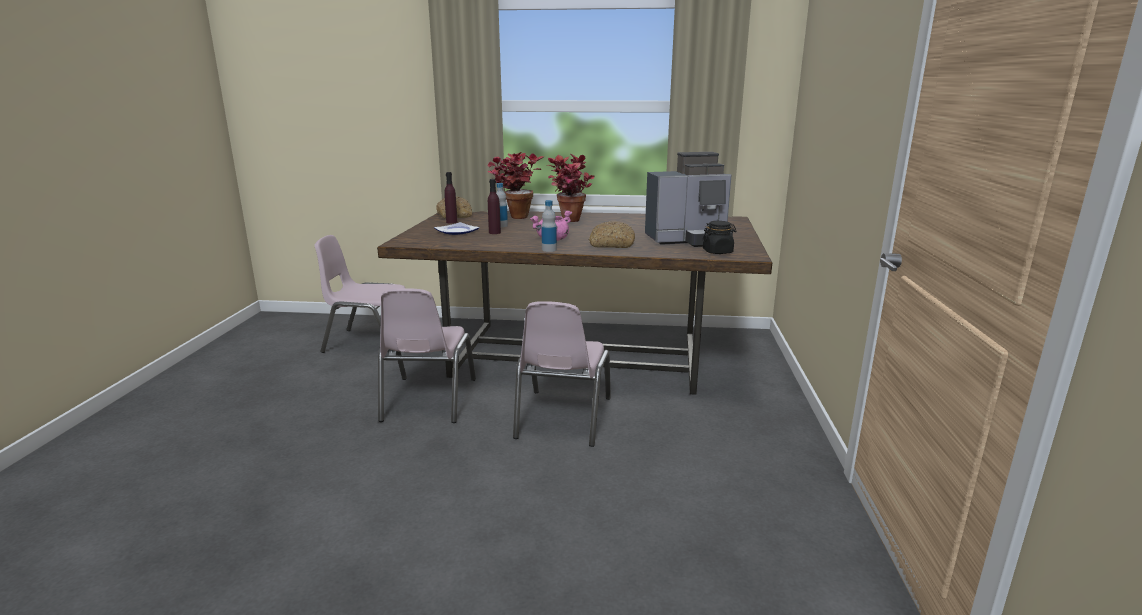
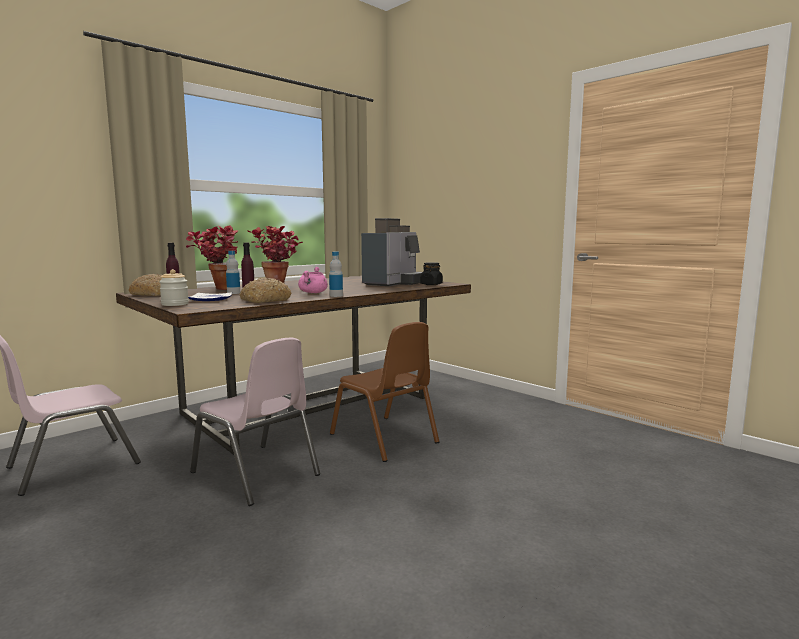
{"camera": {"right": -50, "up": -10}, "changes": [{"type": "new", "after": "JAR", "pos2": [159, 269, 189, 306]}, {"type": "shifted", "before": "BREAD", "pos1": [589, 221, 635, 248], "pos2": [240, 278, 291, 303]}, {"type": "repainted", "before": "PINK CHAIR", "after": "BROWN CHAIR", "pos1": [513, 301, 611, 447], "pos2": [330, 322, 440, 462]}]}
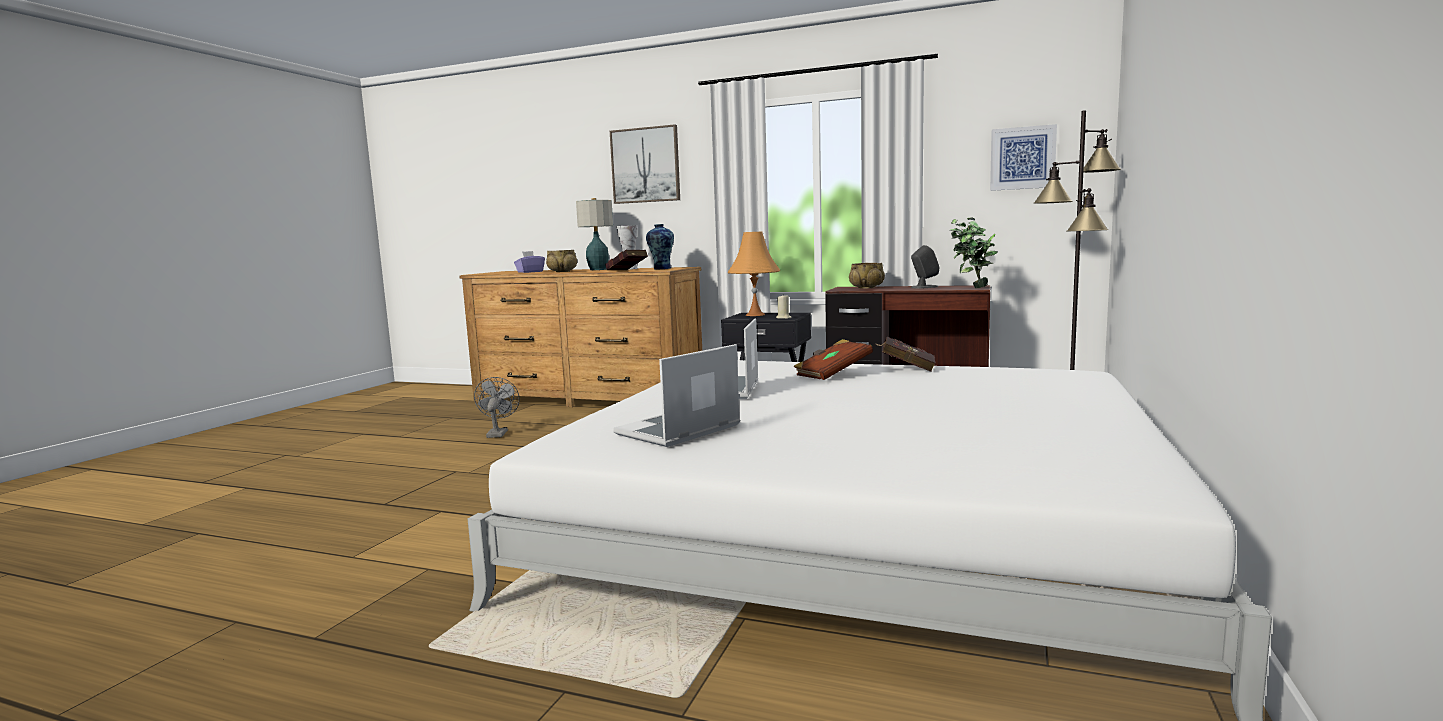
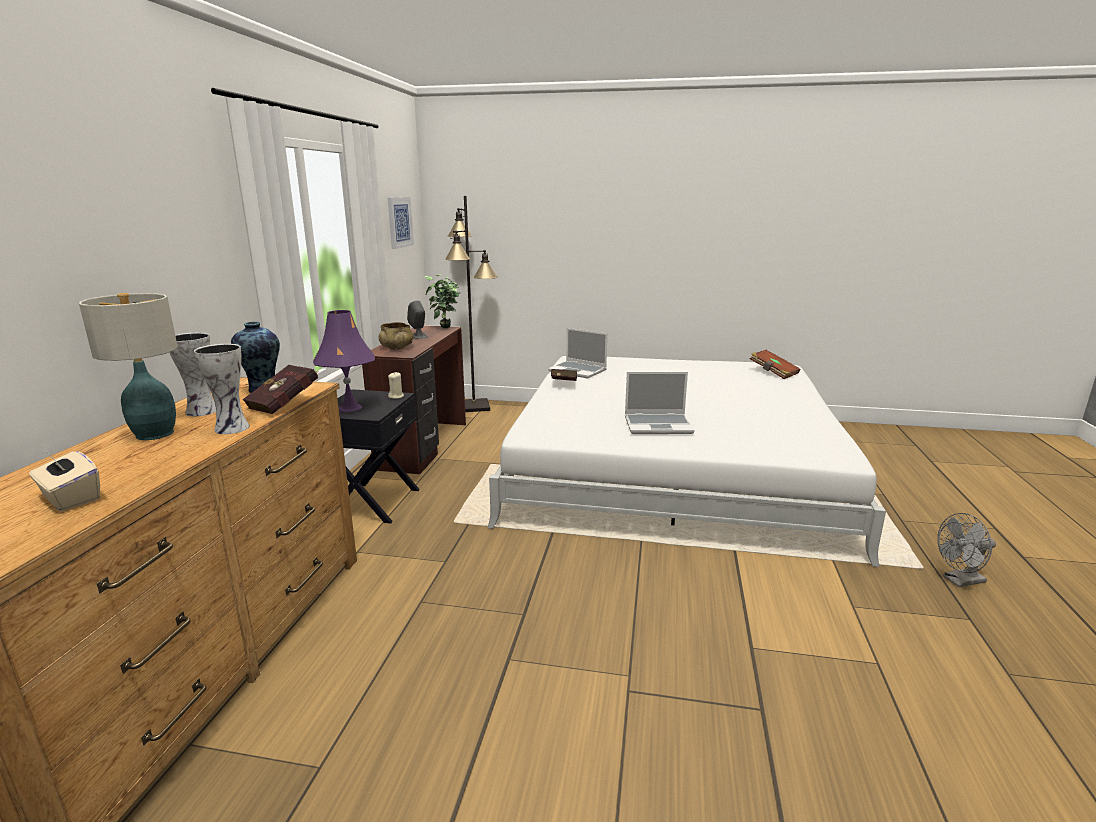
{"camera": {"right": -100, "up": 10}, "changes": [{"type": "repainted", "before": "PURPLE TISSUE BOX", "after": "BEIGE TISSUE BOX", "pos1": [514, 251, 545, 273], "pos2": [29, 449, 100, 511]}, {"type": "new", "after": "VASE", "pos2": [194, 344, 250, 434]}, {"type": "repainted", "before": "ORANGE TABLE LAMP", "after": "PURPLE TABLE LAMP", "pos1": [727, 232, 780, 316], "pos2": [313, 310, 375, 412]}, {"type": "shifted", "before": "LAPTOP", "pos1": [613, 344, 740, 447], "pos2": [548, 328, 607, 379]}, {"type": "shifted", "before": "BROWN BOOK", "pos1": [794, 339, 873, 380], "pos2": [750, 350, 800, 379]}, {"type": "shifted", "before": "GREY FAN", "pos1": [474, 377, 520, 438], "pos2": [938, 513, 996, 587]}, {"type": "gone", "before": "BEIGE BOWL", "pos1": [546, 250, 577, 272]}, {"type": "gone", "before": "PICTURE", "pos1": [610, 124, 680, 204]}]}
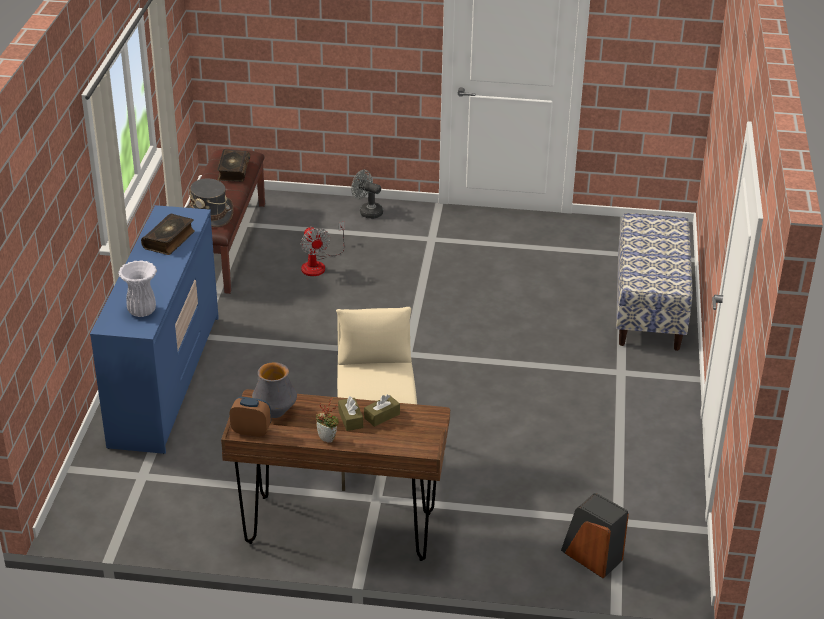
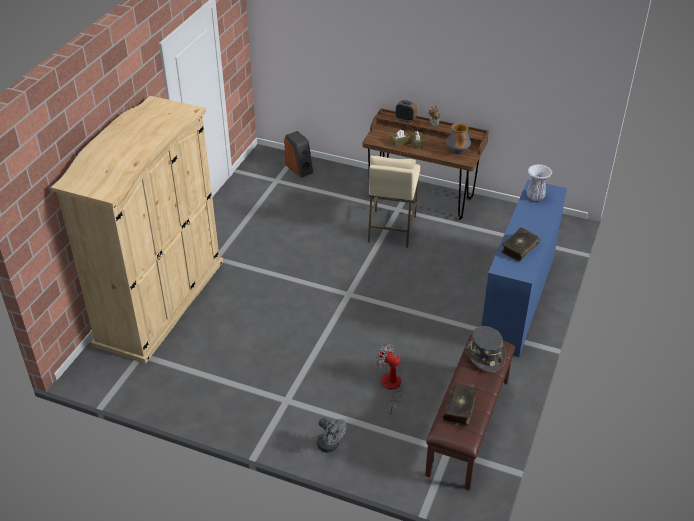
{"camera": {"right": -165, "up": 5}, "changes": [{"type": "swapped", "before": "BENCH", "after": "BEIGE WARDROBE", "pos1": [616, 213, 693, 351], "pos2": [51, 96, 223, 364]}, {"type": "rotated", "before": "FAN", "pos1": [301, 221, 345, 276], "pos2": [376, 344, 404, 415], "turn": -45}, {"type": "shifted", "before": "ALARM CLOCK", "pos1": [230, 397, 271, 437], "pos2": [395, 100, 417, 123]}]}
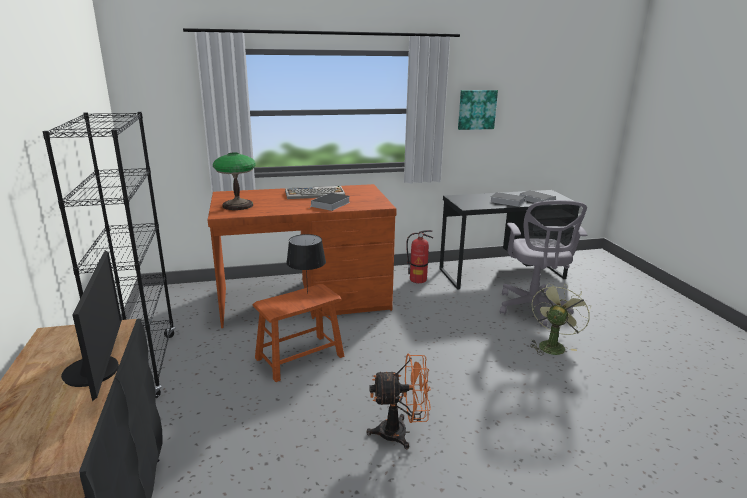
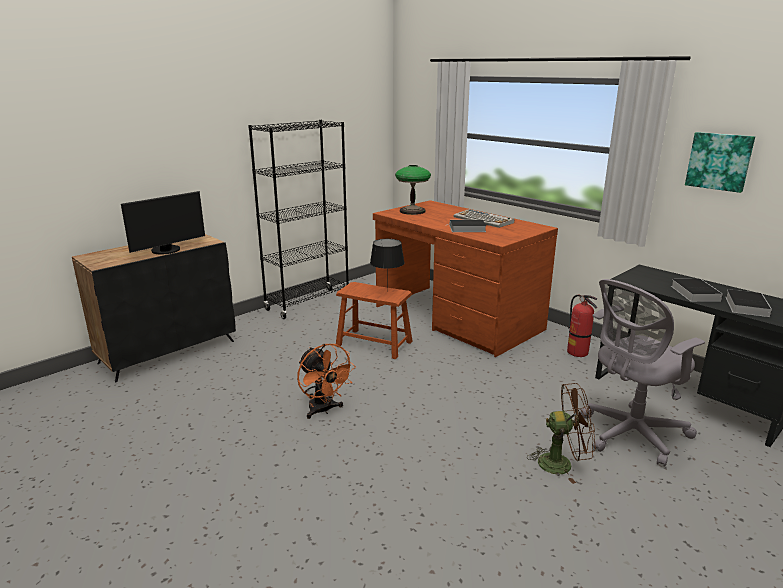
{"camera": {"right": 60, "up": 0}, "changes": [{"type": "repainted", "before": "GREEN FAN", "after": "BROWN FAN", "pos1": [530, 283, 591, 356], "pos2": [527, 383, 596, 484]}]}
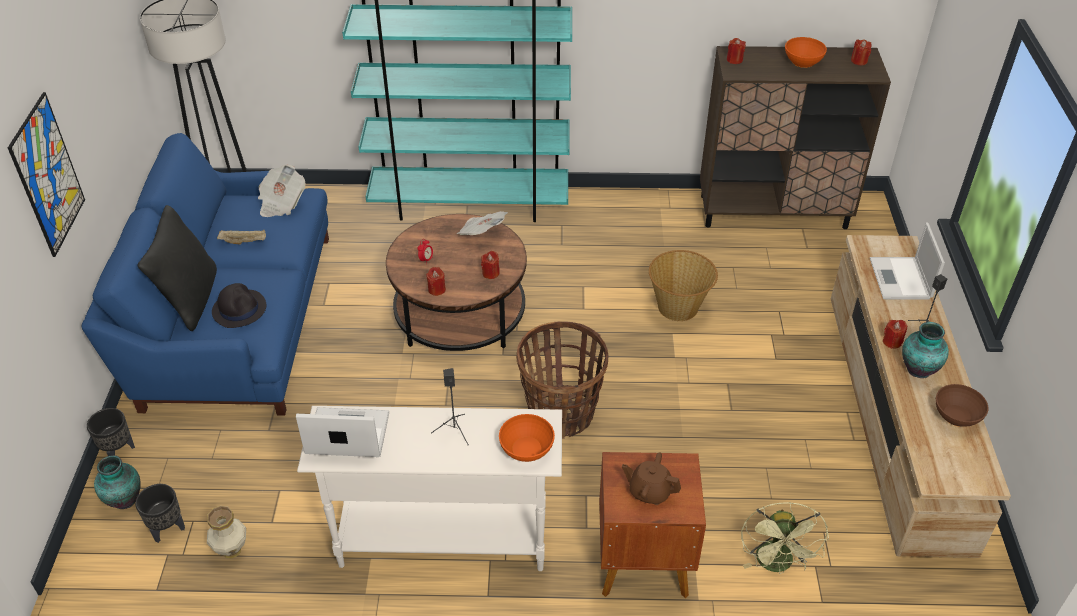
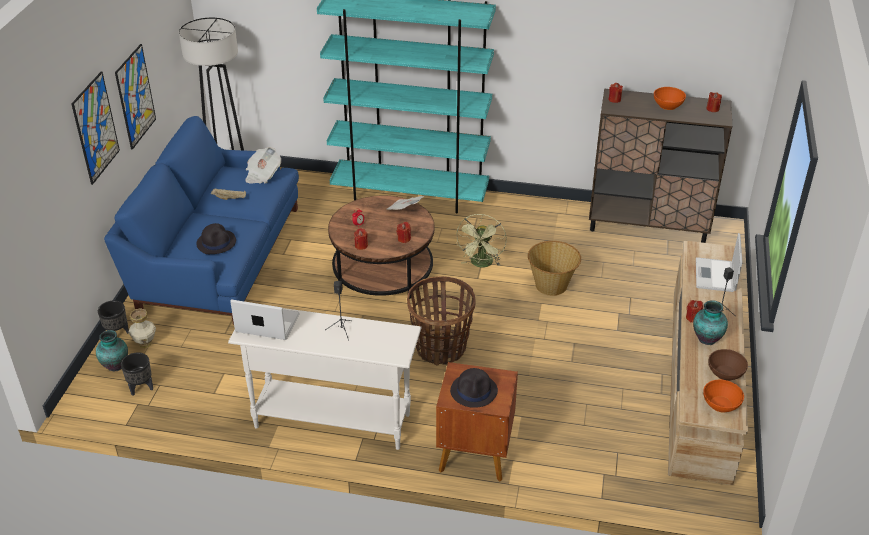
{"camera": {"right": 10, "up": -5}, "changes": [{"type": "new", "after": "PICTURE", "pos2": [115, 44, 156, 150]}, {"type": "shifted", "before": "VASE", "pos1": [207, 506, 246, 559], "pos2": [129, 308, 156, 348]}, {"type": "swapped", "before": "BROWN TEAPOT", "after": "BLACK HAT", "pos1": [622, 452, 681, 505], "pos2": [450, 368, 498, 408]}, {"type": "shifted", "before": "GREEN FAN", "pos1": [741, 502, 829, 574], "pos2": [456, 214, 507, 267]}, {"type": "shifted", "before": "ORANGE BOWL", "pos1": [499, 414, 555, 462], "pos2": [703, 379, 744, 413]}, {"type": "gone", "before": "BLACK PILLOW", "pos1": [138, 205, 217, 331]}]}
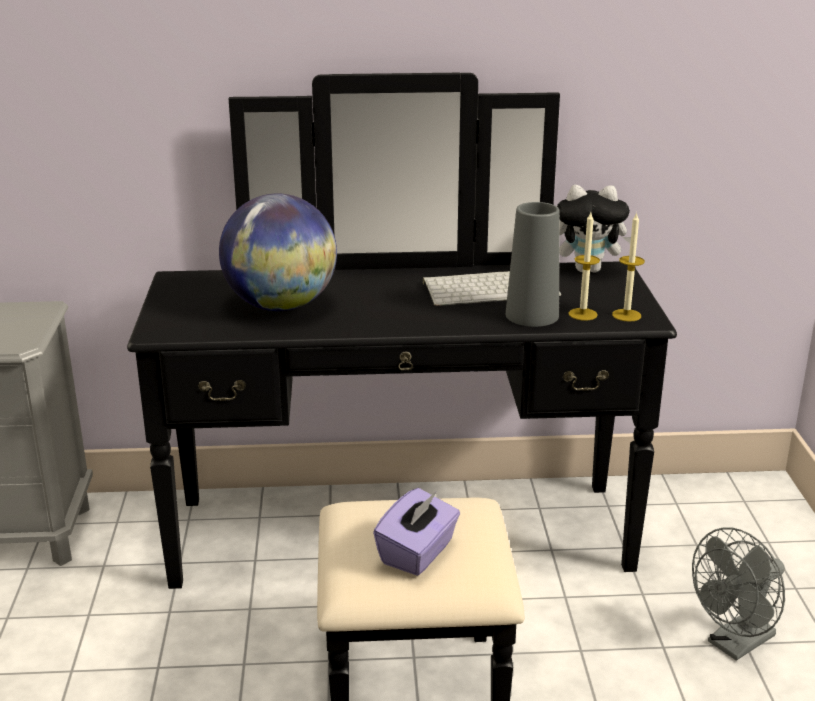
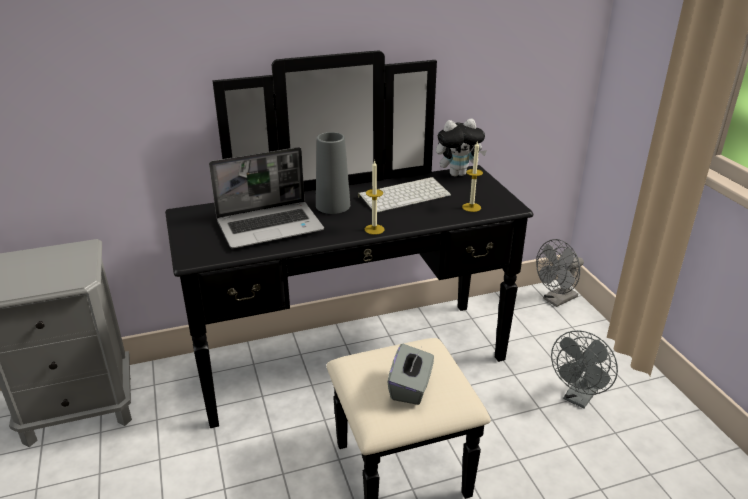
{"camera": {"right": -15, "up": 5}, "changes": [{"type": "swapped", "before": "GLOBE", "after": "LAPTOP", "pos1": [219, 193, 337, 311], "pos2": [209, 147, 324, 249]}, {"type": "shifted", "before": "GREY VASE", "pos1": [506, 202, 560, 327], "pos2": [316, 132, 350, 214]}, {"type": "shifted", "before": "CANDLE", "pos1": [612, 212, 645, 322], "pos2": [365, 160, 384, 235]}, {"type": "repainted", "before": "PURPLE TISSUE BOX", "after": "GREY TISSUE BOX", "pos1": [373, 488, 460, 576], "pos2": [387, 344, 434, 405]}, {"type": "new", "after": "GREY FAN", "pos2": [536, 239, 584, 307]}]}
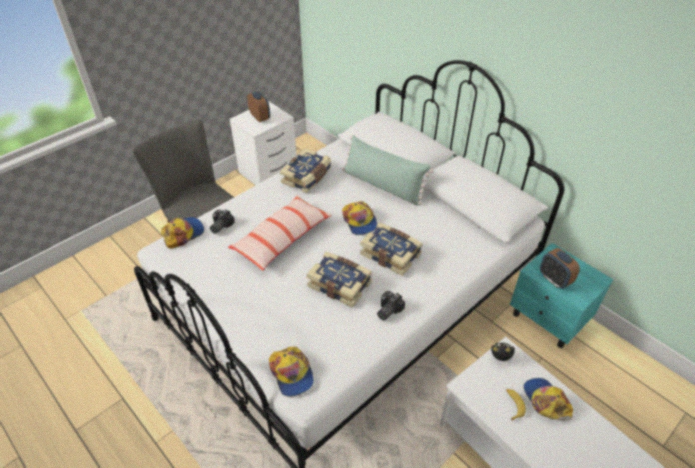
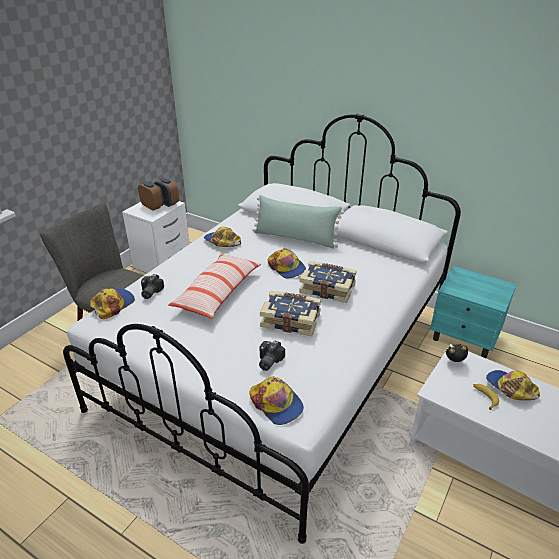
{"camera": {"right": -15, "up": -10}, "changes": [{"type": "shifted", "before": "ALARM CLOCK", "pos1": [540, 248, 580, 289], "pos2": [154, 178, 179, 207]}, {"type": "swapped", "before": "BOOK", "after": "CAP", "pos1": [280, 148, 331, 193], "pos2": [204, 227, 241, 247]}, {"type": "shifted", "before": "PHOTO CAMERA", "pos1": [377, 291, 405, 320], "pos2": [259, 341, 285, 371]}]}
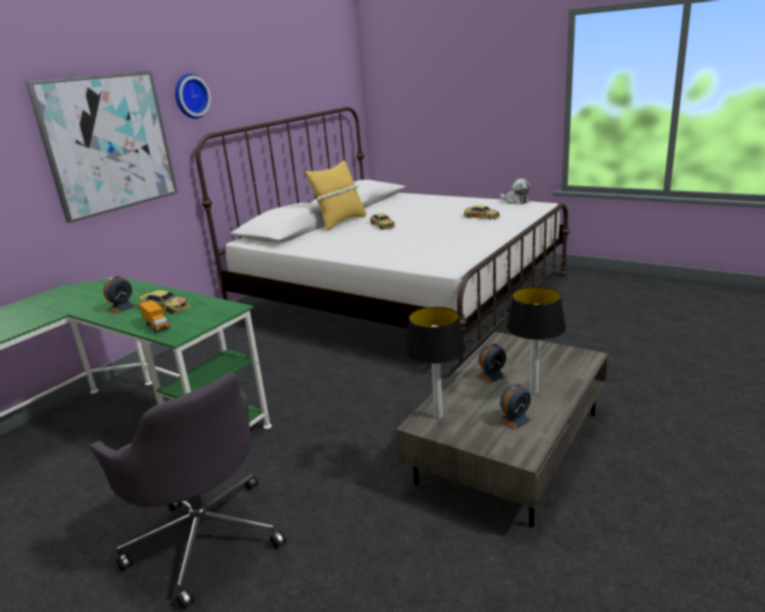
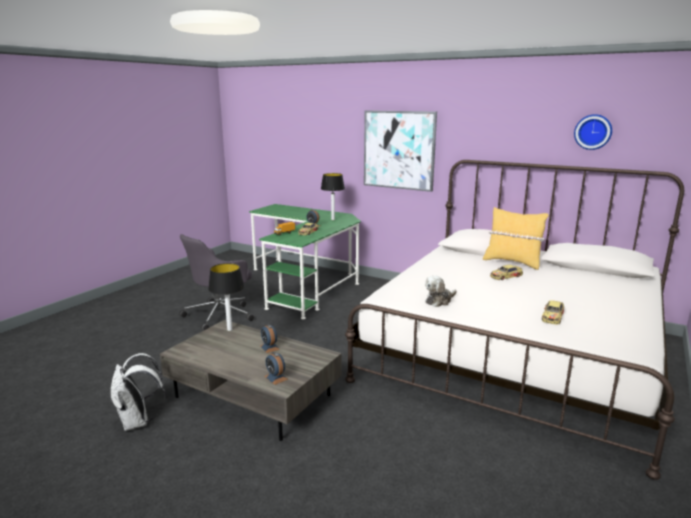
{"camera": {"right": 85, "up": -5}, "changes": [{"type": "new", "after": "WHITE BACKPACK", "pos2": [111, 353, 166, 431]}, {"type": "shifted", "before": "ALARM CLOCK", "pos1": [497, 384, 533, 430], "pos2": [264, 352, 288, 385]}, {"type": "shifted", "before": "TABLE LAMP", "pos1": [506, 287, 566, 394], "pos2": [321, 173, 345, 220]}, {"type": "shifted", "before": "PLUSH TOY", "pos1": [500, 178, 530, 205], "pos2": [425, 276, 456, 307]}, {"type": "shifted", "before": "WALL CLOCK", "pos1": [175, 74, 211, 119], "pos2": [574, 114, 612, 150]}]}
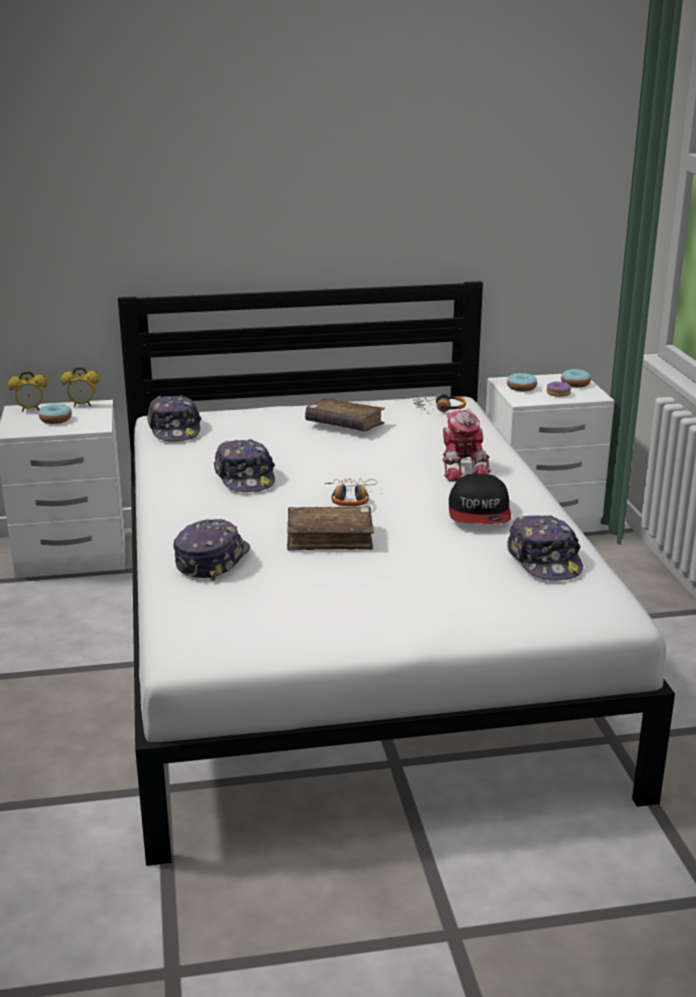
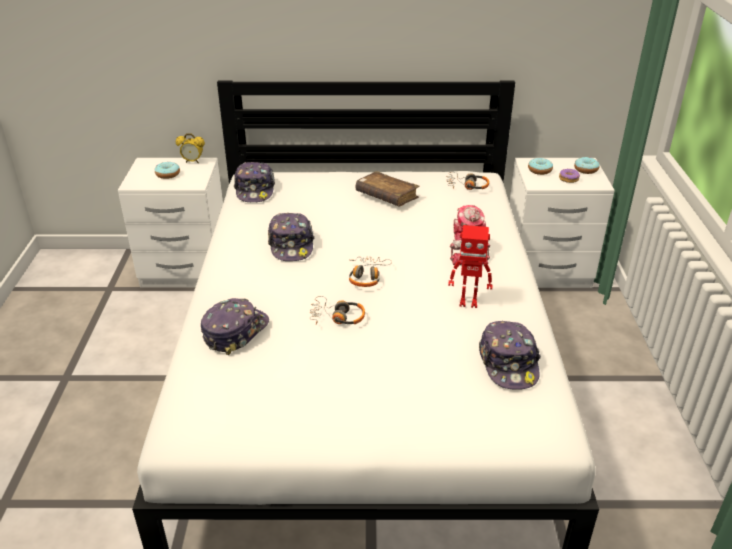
{"camera": {"right": 10, "up": 10}, "changes": [{"type": "swapped", "before": "BROWN BOOK", "after": "HEADPHONES", "pos1": [287, 506, 374, 551], "pos2": [310, 296, 365, 325]}, {"type": "swapped", "before": "CAP", "after": "TOY ROBOT", "pos1": [449, 473, 511, 524], "pos2": [448, 225, 493, 308]}, {"type": "gone", "before": "ALARM CLOCK", "pos1": [8, 371, 47, 412]}]}
